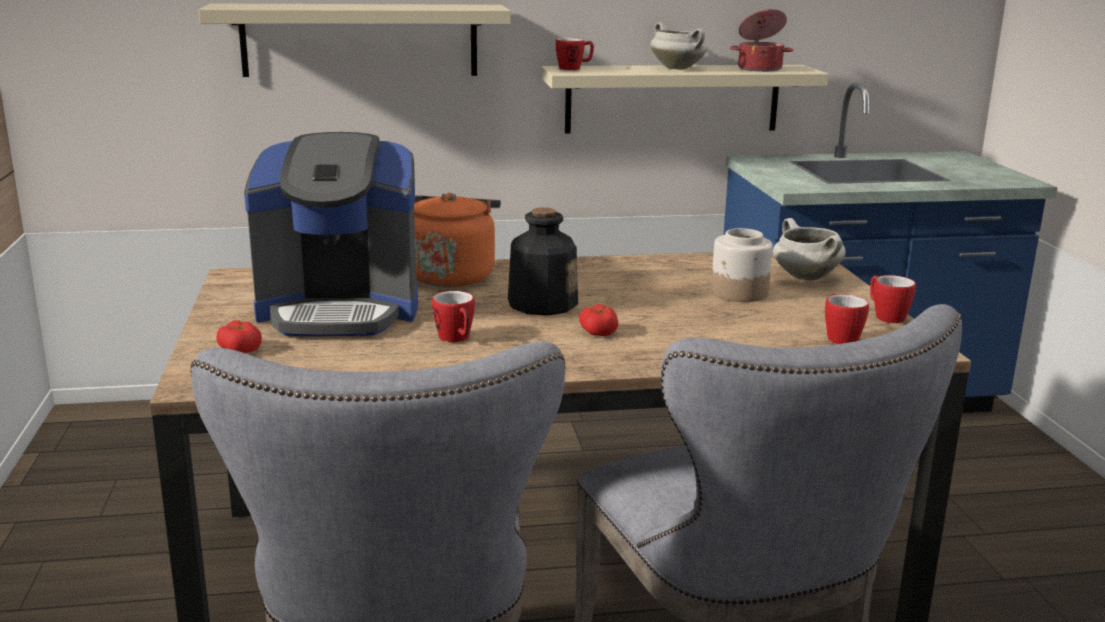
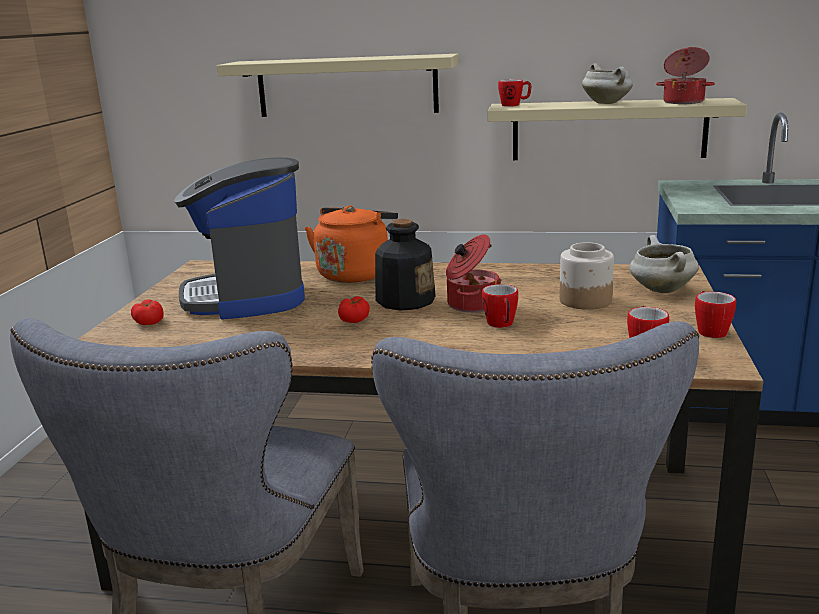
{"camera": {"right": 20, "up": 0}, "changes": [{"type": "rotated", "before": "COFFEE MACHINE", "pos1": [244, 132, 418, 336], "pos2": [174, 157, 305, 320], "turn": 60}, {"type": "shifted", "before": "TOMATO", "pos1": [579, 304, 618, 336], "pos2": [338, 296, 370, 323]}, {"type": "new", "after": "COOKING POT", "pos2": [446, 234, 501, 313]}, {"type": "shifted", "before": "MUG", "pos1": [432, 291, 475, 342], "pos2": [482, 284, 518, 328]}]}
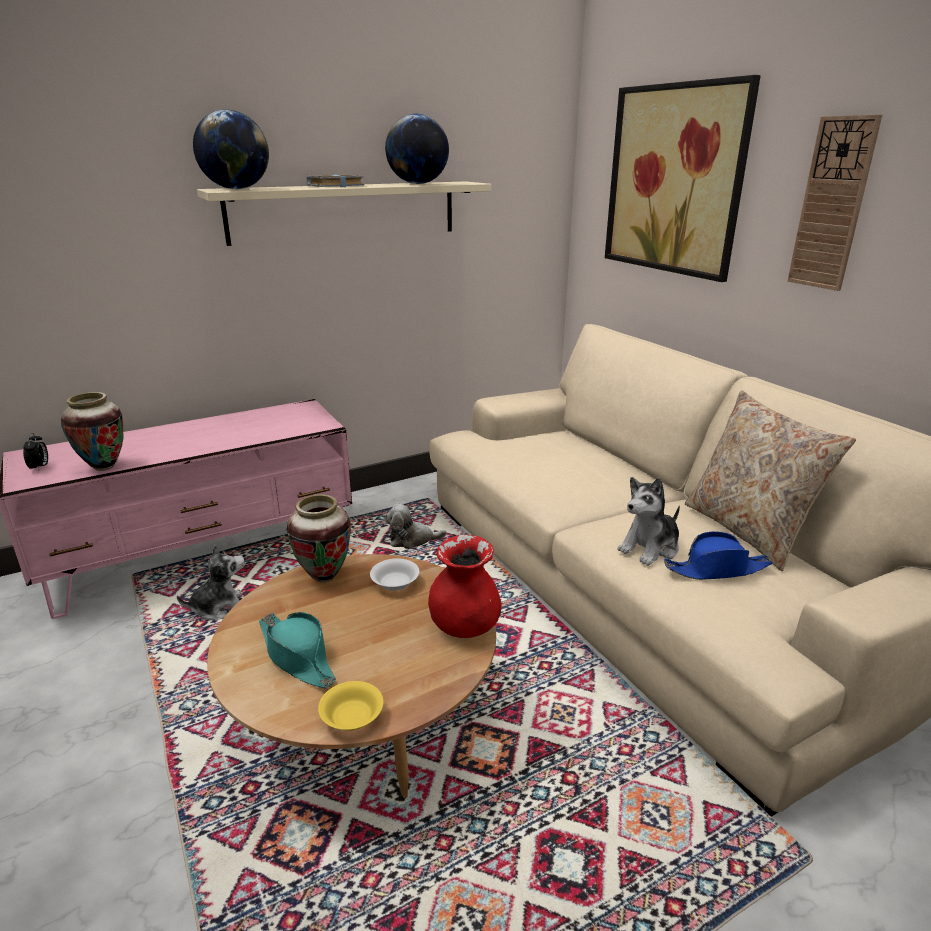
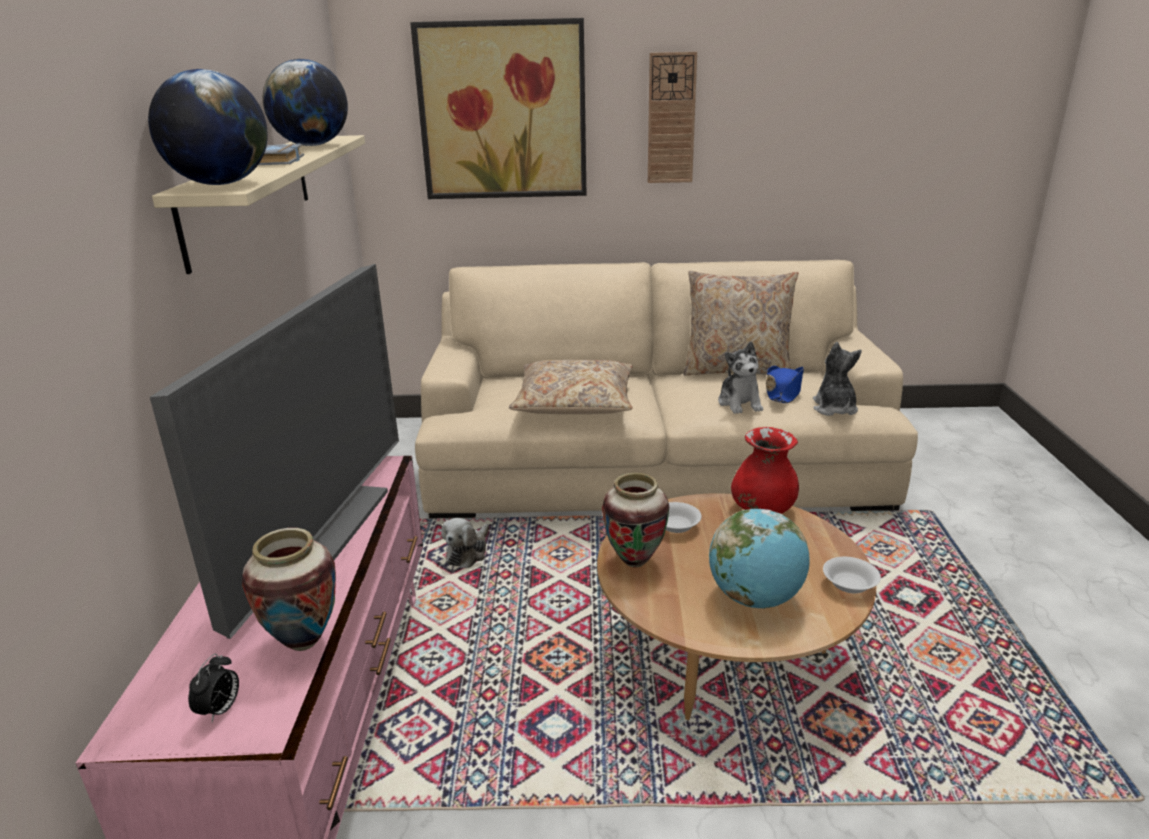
{"camera": {"right": -60, "up": 0}, "changes": [{"type": "new", "after": "TELEVISION", "pos2": [150, 264, 399, 639]}, {"type": "rotated", "before": "ALARM CLOCK", "pos1": [23, 432, 48, 471], "pos2": [188, 654, 239, 722], "turn": 90}, {"type": "new", "after": "BEIGE PILLOW", "pos2": [509, 360, 633, 414]}, {"type": "swapped", "before": "TURQUOISE HAT", "after": "GLOBE", "pos1": [259, 612, 336, 688], "pos2": [709, 509, 810, 609]}, {"type": "shifted", "before": "PLUSH TOY", "pos1": [177, 545, 245, 620], "pos2": [813, 342, 862, 416]}, {"type": "repainted", "before": "YELLOW BOWL", "after": "WHITE BOWL", "pos1": [318, 681, 383, 731], "pos2": [823, 557, 881, 594]}]}
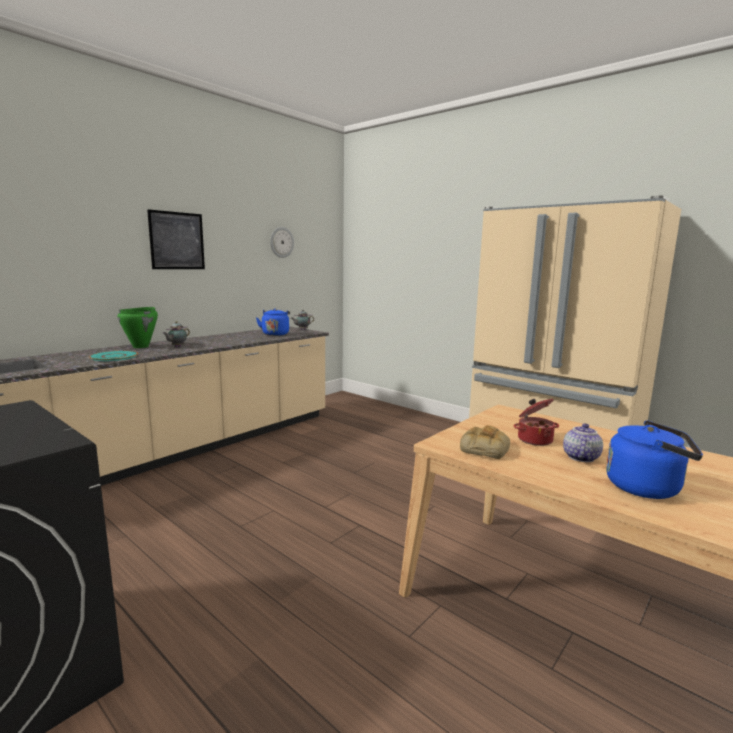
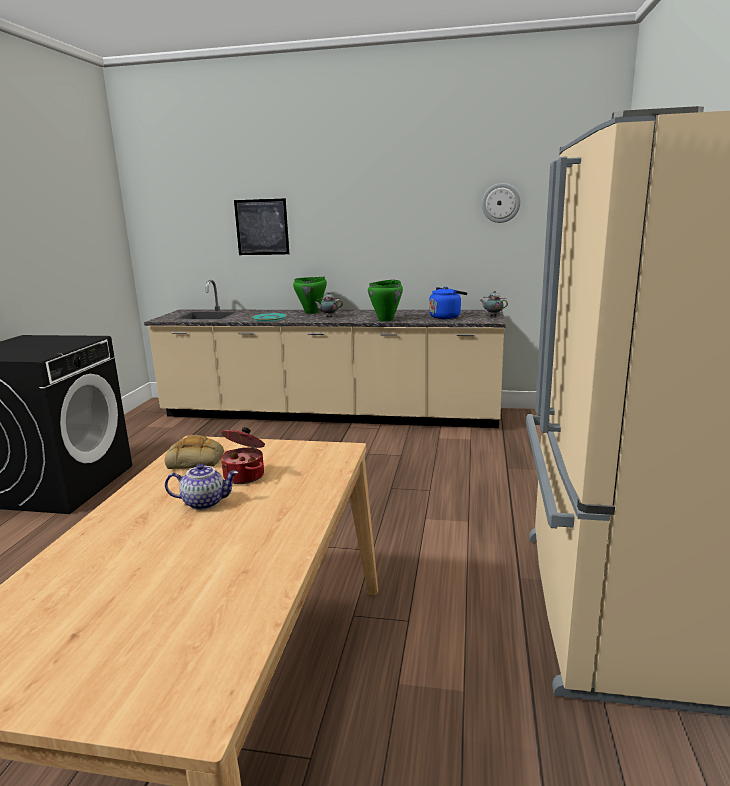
{"camera": {"right": 60, "up": 5}, "changes": [{"type": "shifted", "before": "PICTURE", "pos1": [147, 209, 205, 269], "pos2": [234, 198, 289, 255]}, {"type": "new", "after": "GREEN COOKING POT", "pos2": [368, 280, 403, 322]}, {"type": "gone", "before": "BLUE KETTLE", "pos1": [606, 420, 703, 499]}]}
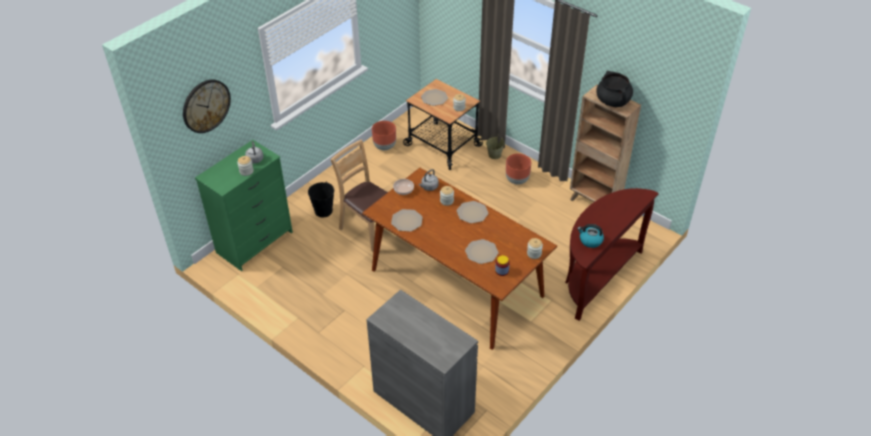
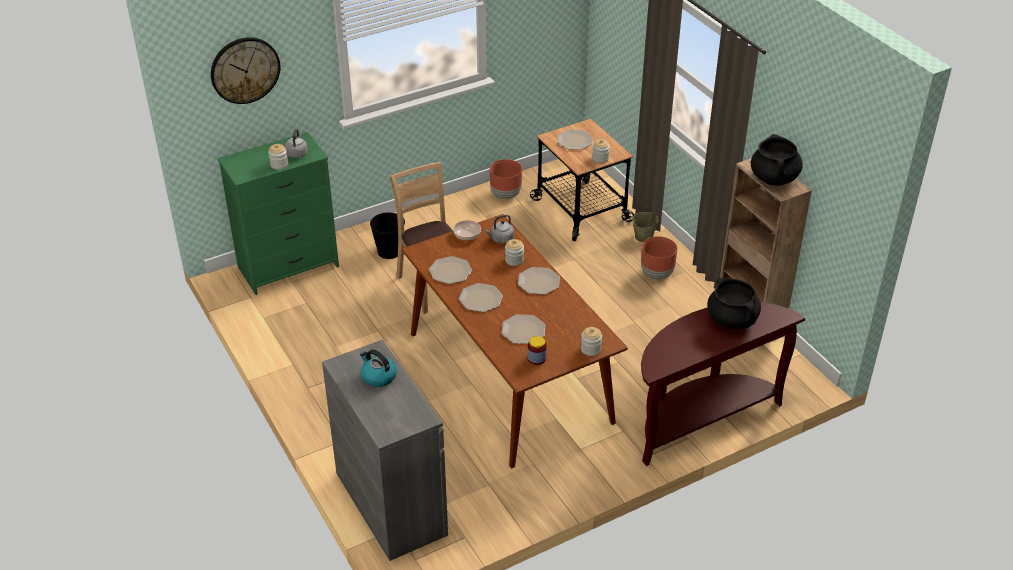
{"camera": {"right": 20, "up": -5}, "changes": [{"type": "shifted", "before": "KETTLE", "pos1": [577, 224, 604, 248], "pos2": [360, 350, 397, 387]}, {"type": "new", "after": "PLATE", "pos2": [459, 283, 503, 312]}, {"type": "new", "after": "BLACK COOKING POT", "pos2": [707, 278, 761, 329]}]}
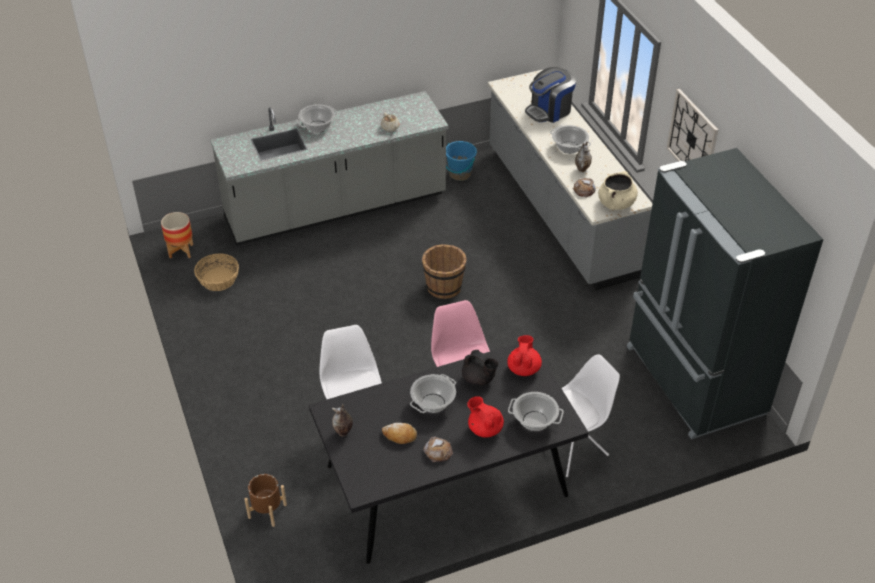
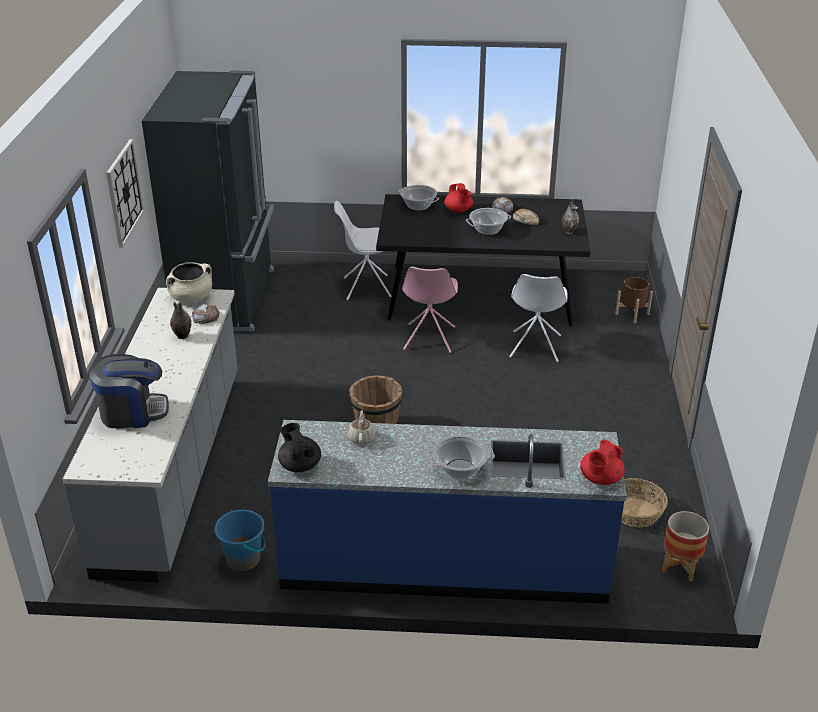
{"camera": {"right": -155, "up": -10}, "changes": [{"type": "repainted", "before": "GREY COUNTER", "after": "BLUE COUNTER", "pos1": [210, 91, 449, 246], "pos2": [268, 420, 627, 604]}, {"type": "shifted", "before": "BLACK TEAPOT", "pos1": [462, 350, 499, 386], "pos2": [278, 423, 321, 472]}, {"type": "shifted", "before": "RED TEAPOT", "pos1": [507, 335, 542, 376], "pos2": [580, 439, 625, 485]}, {"type": "gone", "before": "COOKING POT", "pos1": [550, 125, 591, 154]}]}
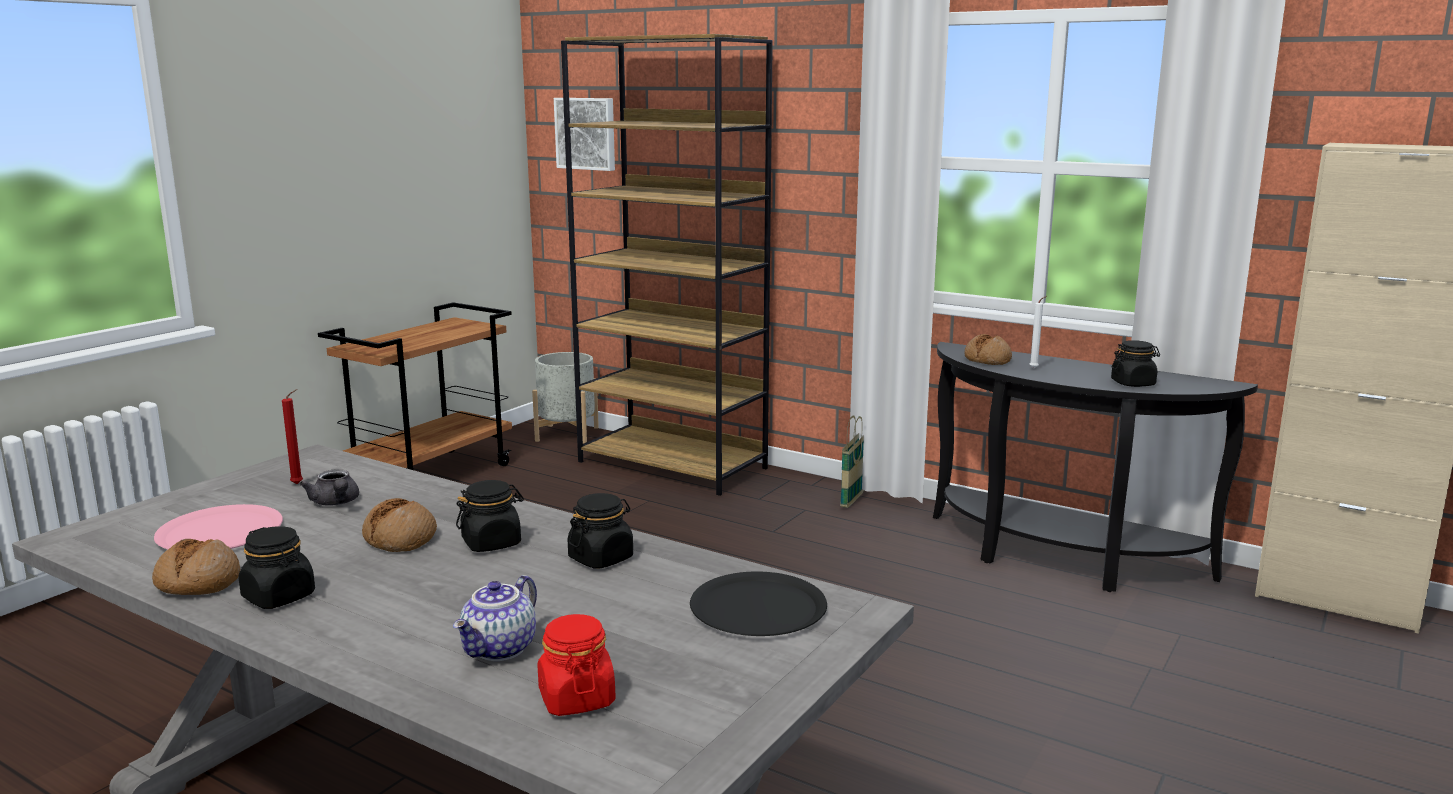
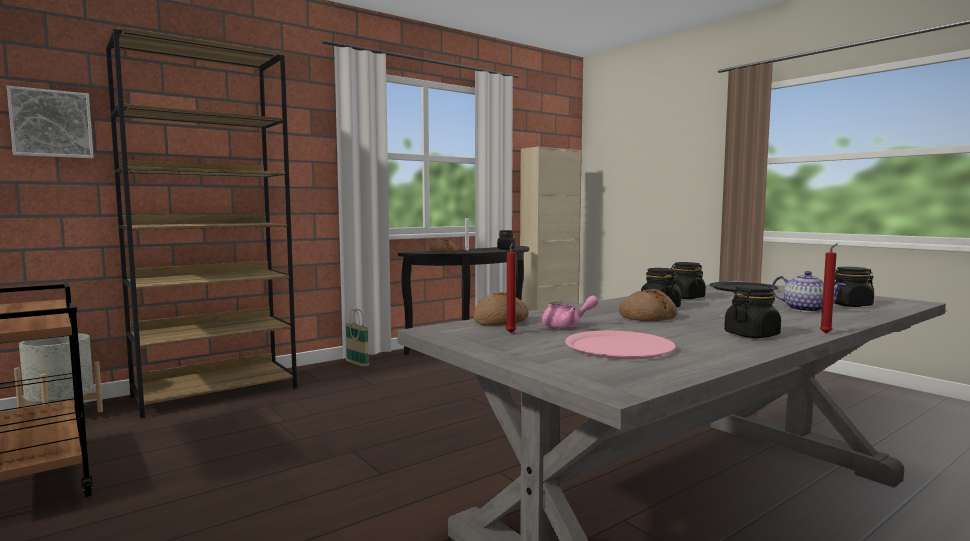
{"camera": {"right": -70, "up": -10}, "changes": [{"type": "shifted", "before": "BREAD", "pos1": [152, 539, 240, 595], "pos2": [473, 292, 529, 326]}, {"type": "repainted", "before": "GREY TEAPOT", "after": "PINK TEAPOT", "pos1": [300, 469, 359, 506], "pos2": [542, 295, 599, 329]}, {"type": "new", "after": "RED CANDLE", "pos2": [820, 243, 838, 334]}, {"type": "repainted", "before": "RED JAR", "after": "BLACK JAR", "pos1": [538, 614, 616, 716], "pos2": [834, 267, 874, 307]}]}
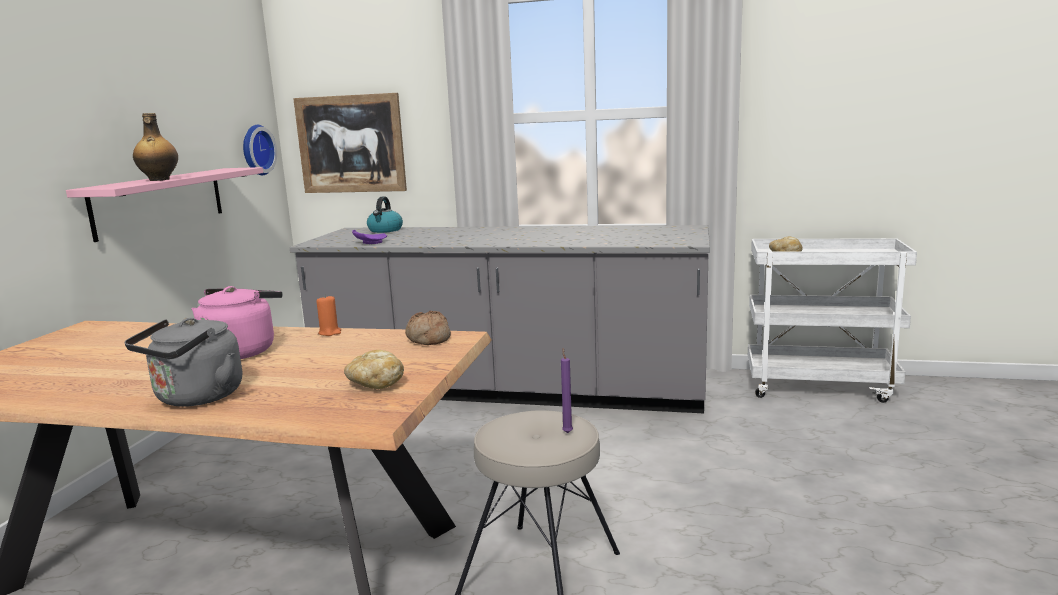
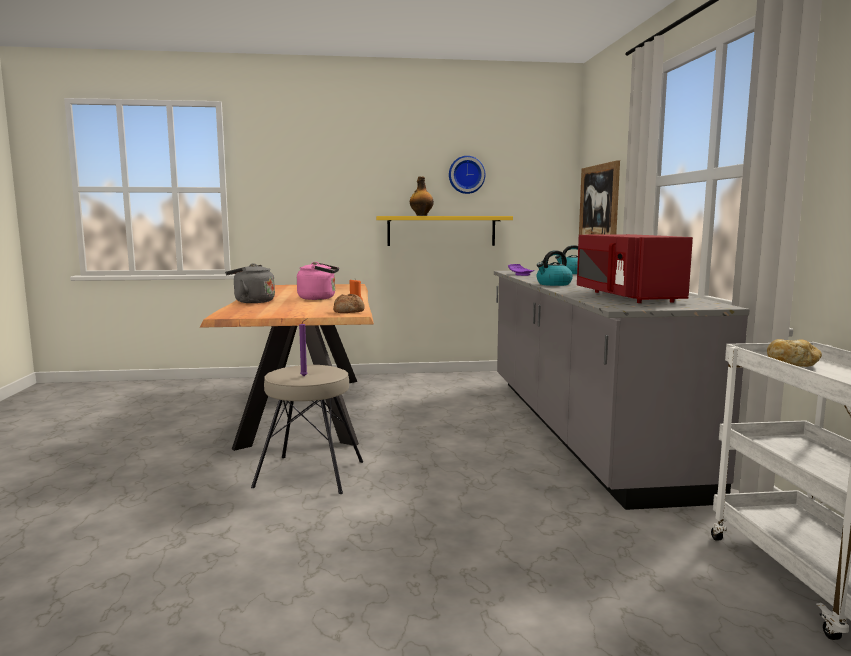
{"camera": {"right": 70, "up": -5}, "changes": [{"type": "repainted", "before": "PINK SHELF", "after": "YELLOW SHELF", "pos1": [66, 167, 263, 242], "pos2": [376, 216, 513, 246]}, {"type": "shifted", "before": "WALL CLOCK", "pos1": [243, 125, 277, 175], "pos2": [449, 156, 485, 194]}, {"type": "new", "after": "KETTLE", "pos2": [537, 250, 573, 286]}, {"type": "new", "after": "RED MICROWAVE", "pos2": [577, 234, 693, 303]}, {"type": "gone", "before": "BREAD", "pos1": [344, 350, 404, 389]}]}
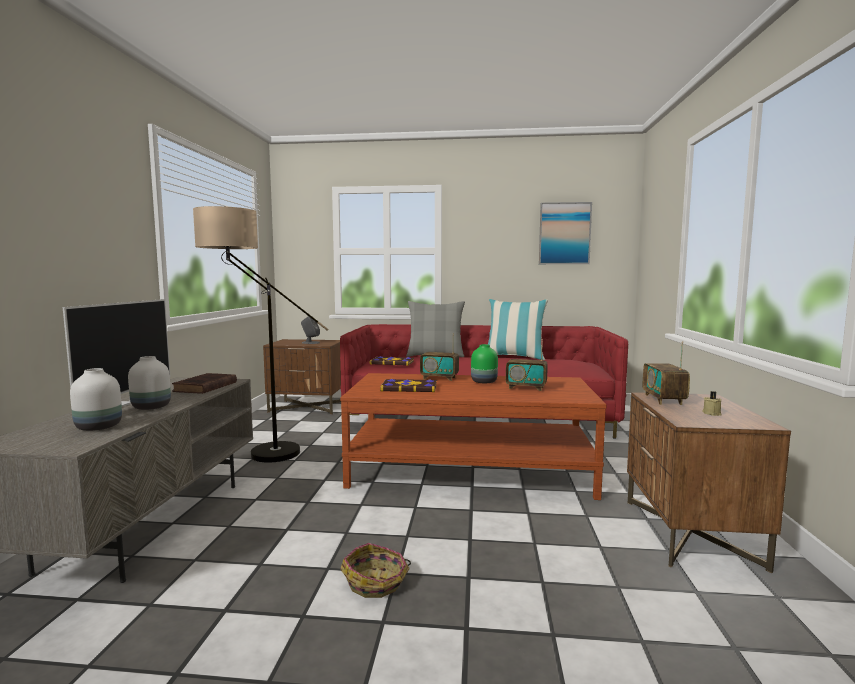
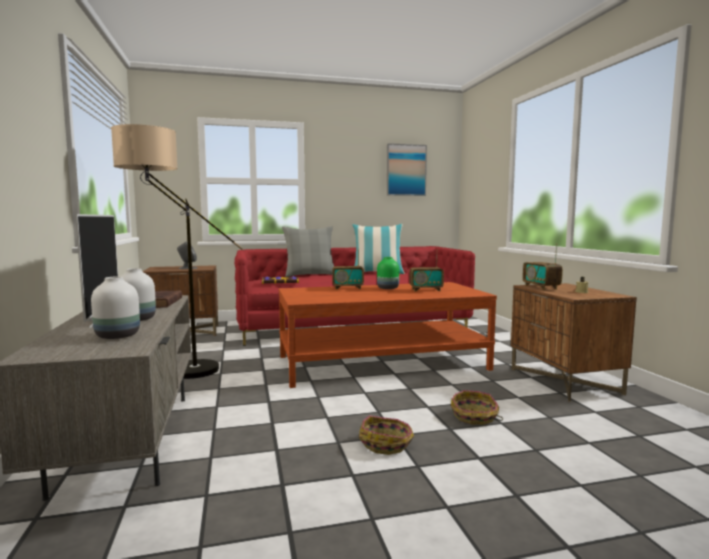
{"camera": {"right": -20, "up": 0}, "changes": [{"type": "new", "after": "BASKET", "pos2": [451, 390, 503, 425]}, {"type": "gone", "before": "BOOK", "pos1": [380, 379, 437, 392]}]}
